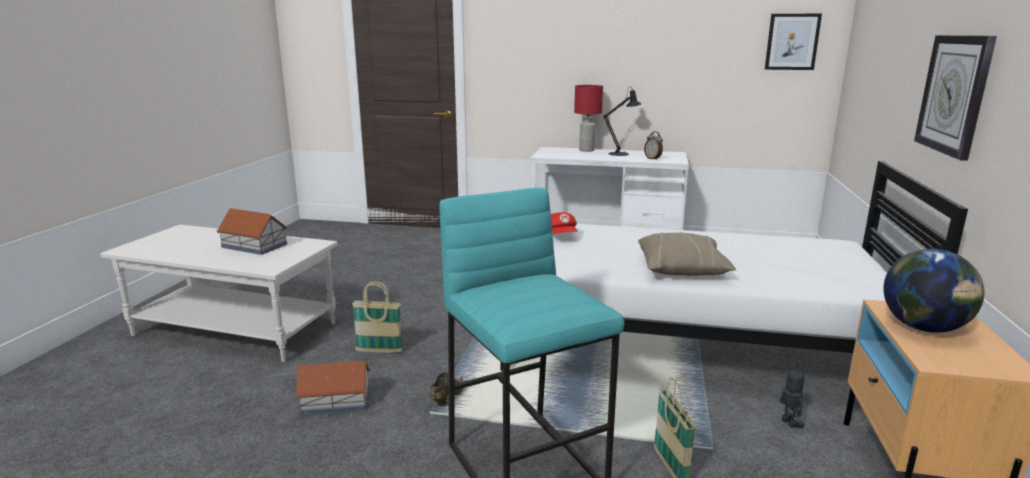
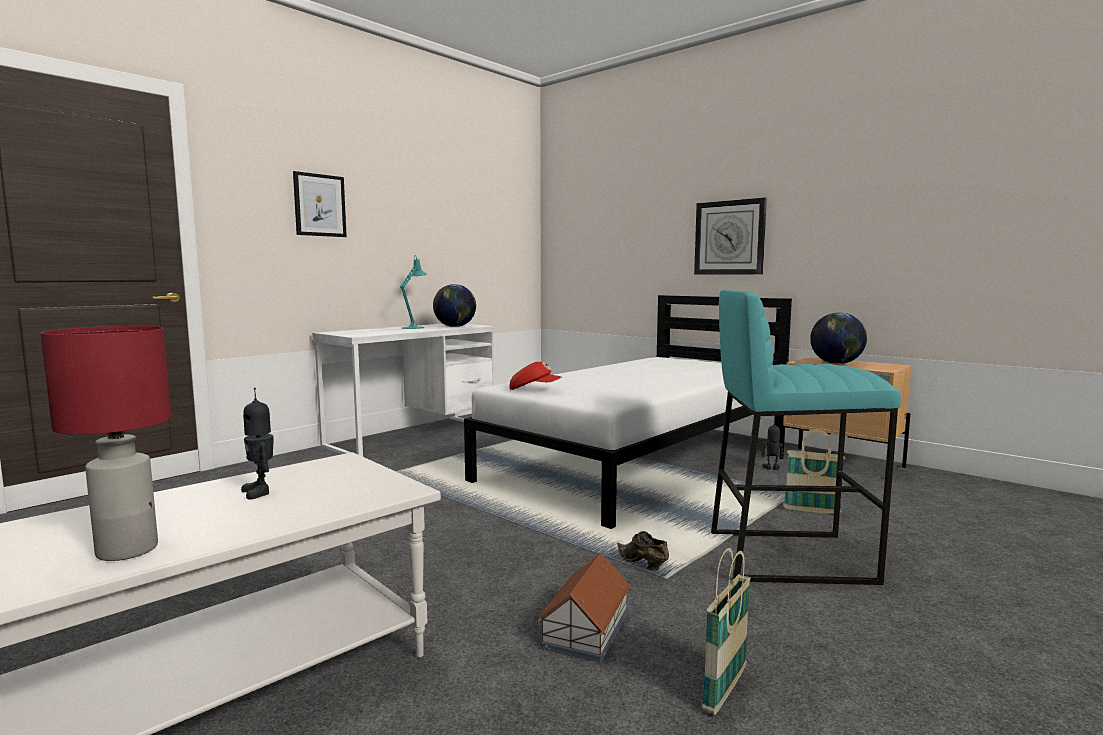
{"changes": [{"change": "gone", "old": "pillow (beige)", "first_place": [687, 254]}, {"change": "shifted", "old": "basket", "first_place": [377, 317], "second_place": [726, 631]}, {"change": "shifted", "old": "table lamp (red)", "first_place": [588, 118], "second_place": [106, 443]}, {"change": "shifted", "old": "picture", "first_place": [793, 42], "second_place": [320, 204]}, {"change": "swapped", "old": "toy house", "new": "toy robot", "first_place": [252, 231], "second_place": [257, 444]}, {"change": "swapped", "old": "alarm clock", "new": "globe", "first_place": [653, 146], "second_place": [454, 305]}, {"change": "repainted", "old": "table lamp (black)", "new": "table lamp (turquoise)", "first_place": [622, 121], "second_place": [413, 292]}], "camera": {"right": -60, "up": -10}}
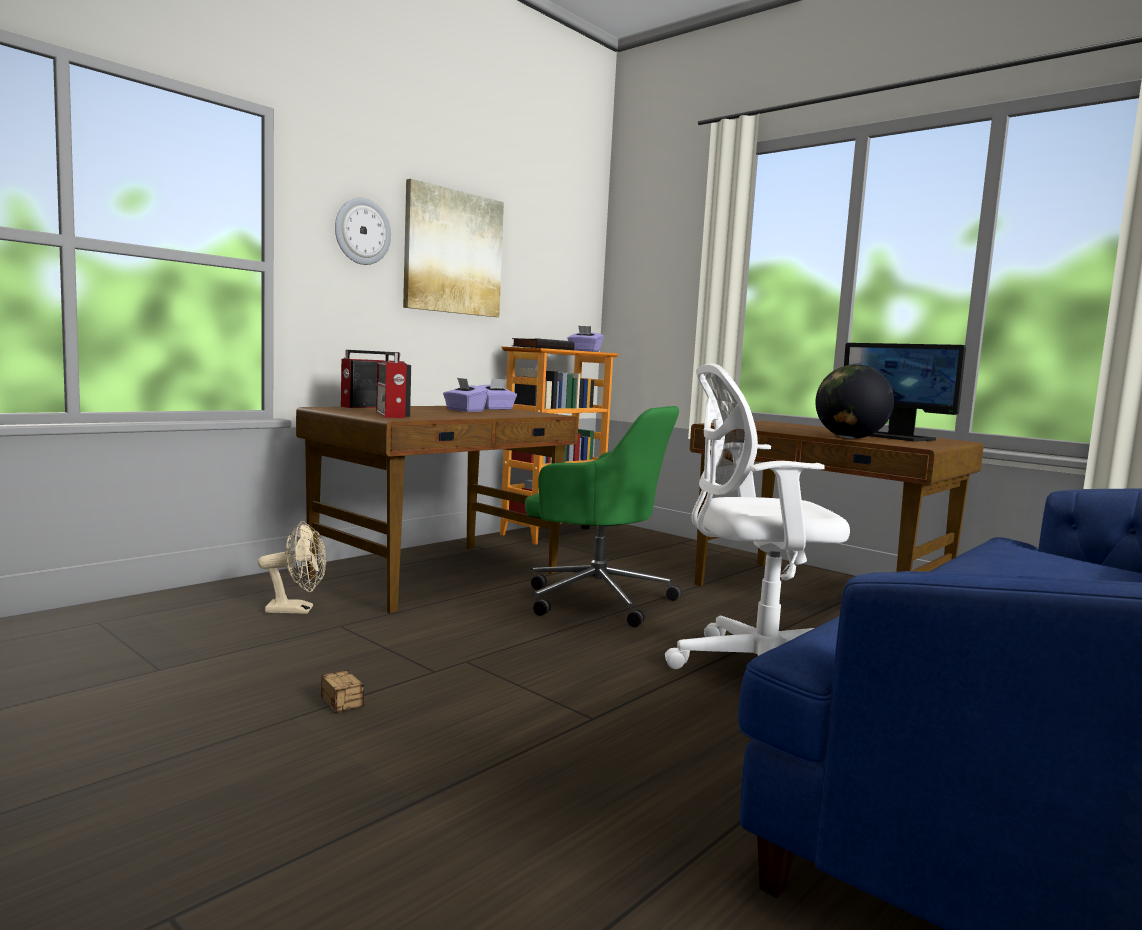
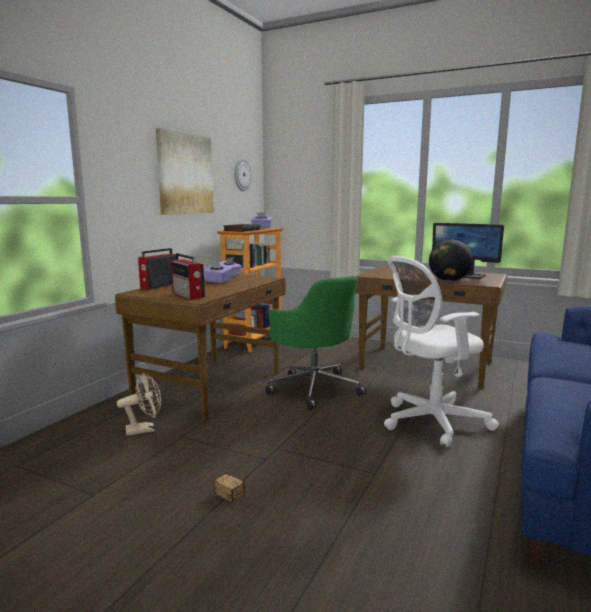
{"changes": [{"change": "shifted", "old": "wall clock", "first_place": [363, 231], "second_place": [243, 174]}, {"change": "rotated", "old": "office chair (green)", "first_place": [603, 516], "second_place": [316, 343], "degrees": 45}], "camera": {"right": -15, "up": 5}}
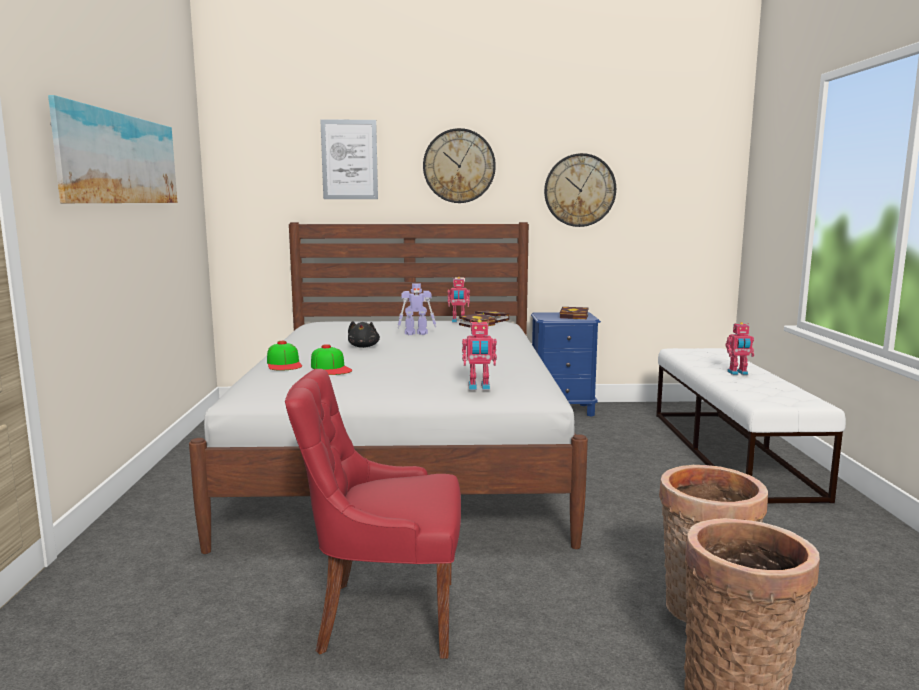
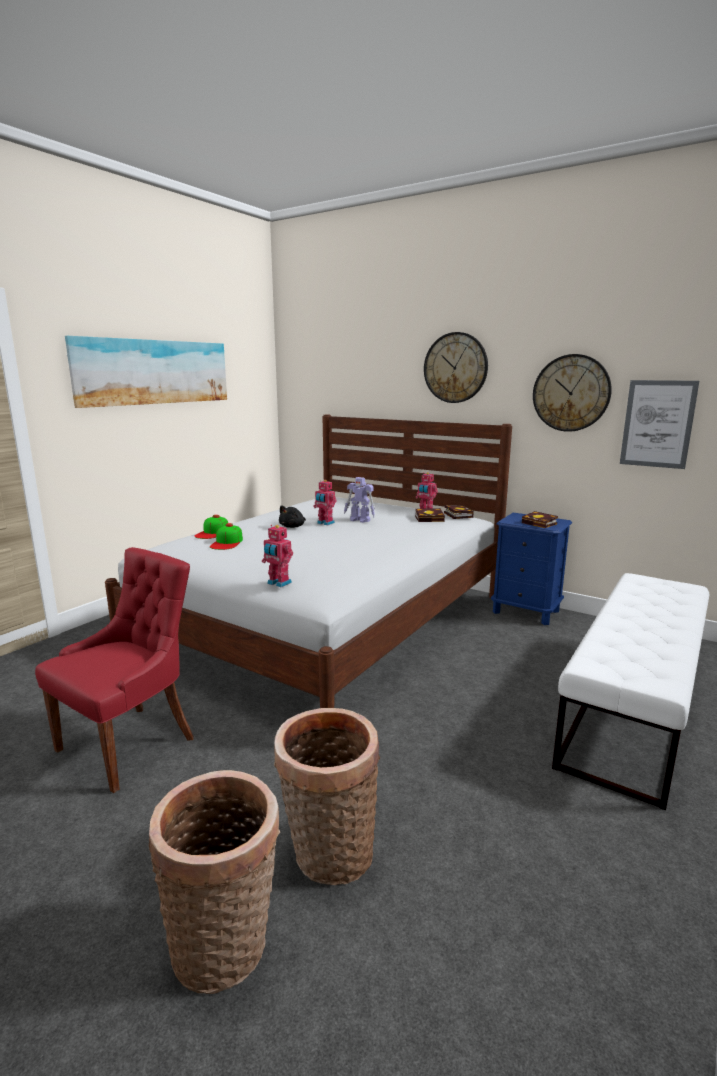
{"changes": [{"change": "shifted", "old": "picture", "first_place": [349, 159], "second_place": [659, 424]}, {"change": "shifted", "old": "toy robot", "first_place": [740, 348], "second_place": [325, 502]}, {"change": "rotated", "old": "chair (red)", "first_place": [373, 514], "second_place": [114, 670], "degrees": 90}], "camera": {"right": 35, "up": 5}}
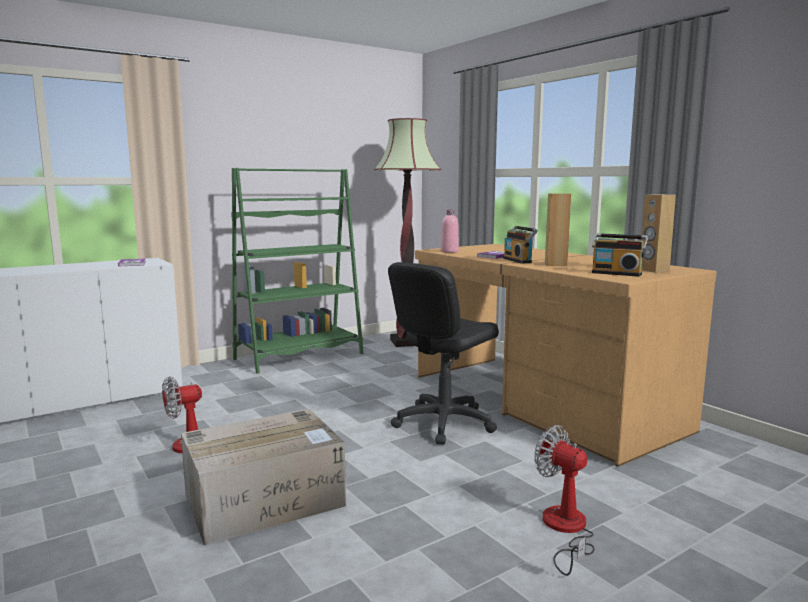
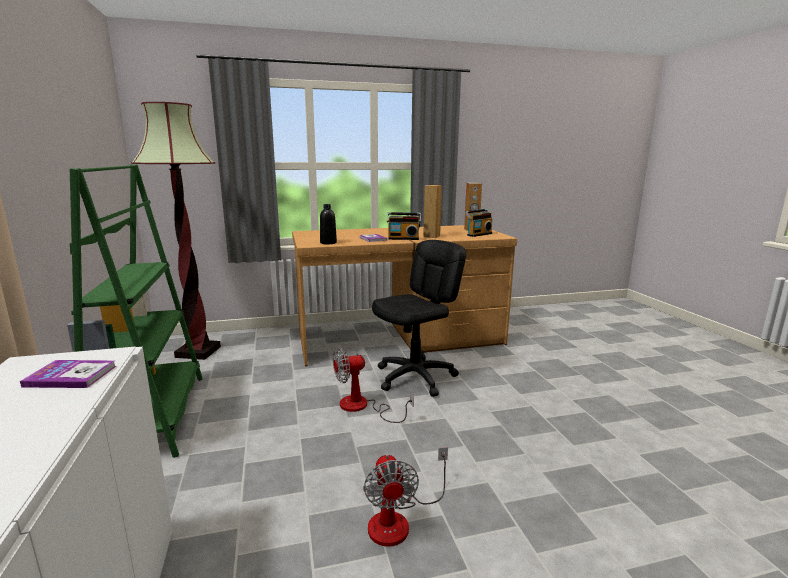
{"changes": [{"change": "gone", "old": "cardboard box", "first_place": [263, 477]}, {"change": "shifted", "old": "fan", "first_place": [564, 500], "second_place": [373, 385]}, {"change": "repainted", "old": "bottle (pink)", "new": "bottle (black)", "first_place": [450, 231], "second_place": [328, 224]}, {"change": "rotated", "old": "office chair (black)", "first_place": [443, 353], "second_place": [419, 318], "degrees": -105}], "camera": {"right": -70, "up": 5}}
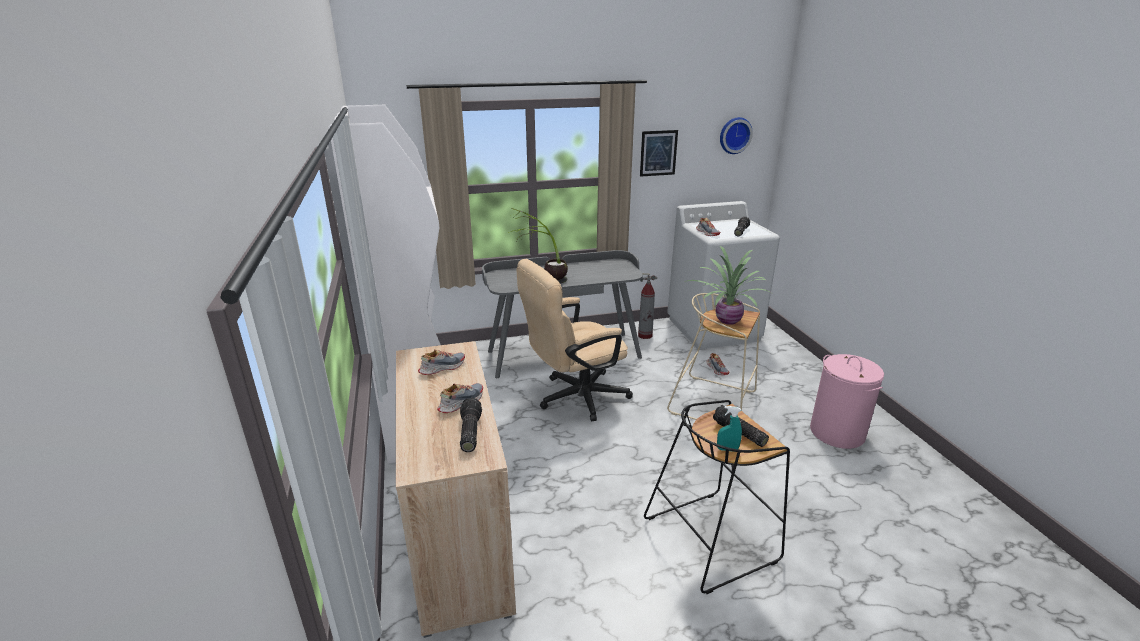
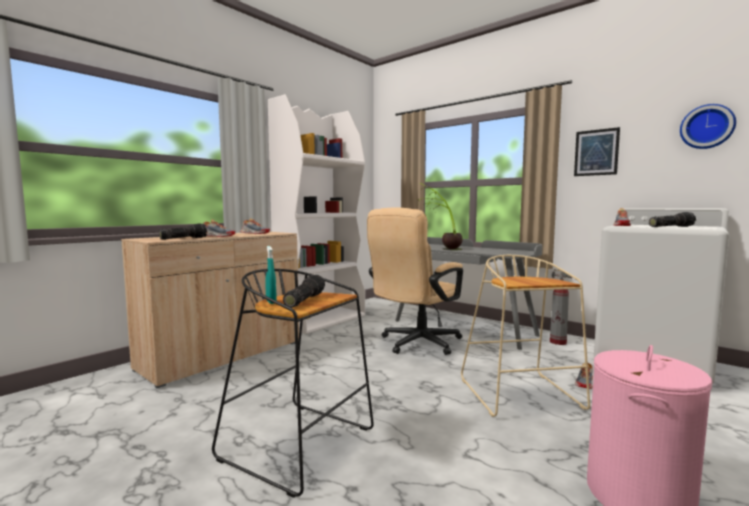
{"changes": [{"change": "gone", "old": "potted plant", "first_place": [727, 285]}, {"change": "rotated", "old": "office chair (beige)", "first_place": [574, 340], "second_place": [415, 281], "degrees": -75}], "camera": {"right": 55, "up": -20}}
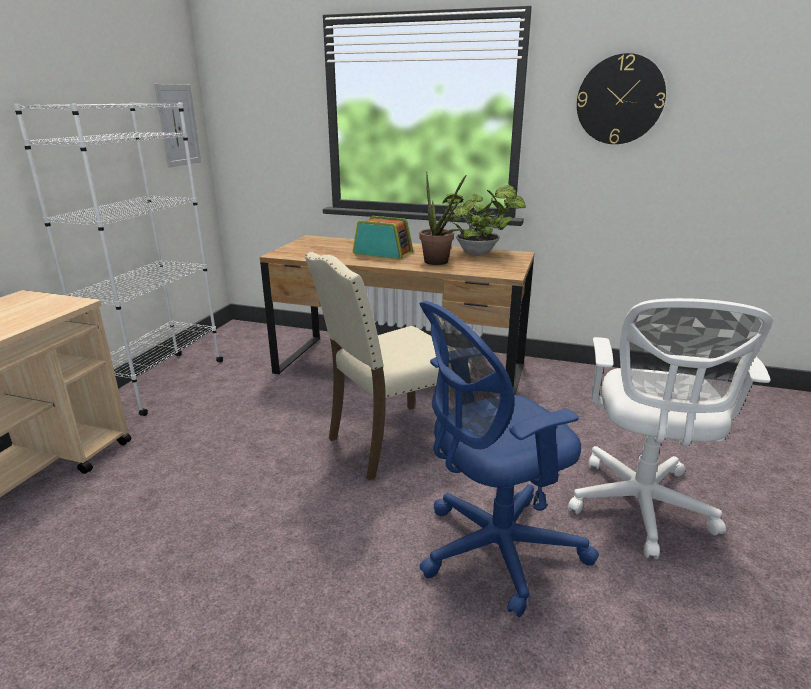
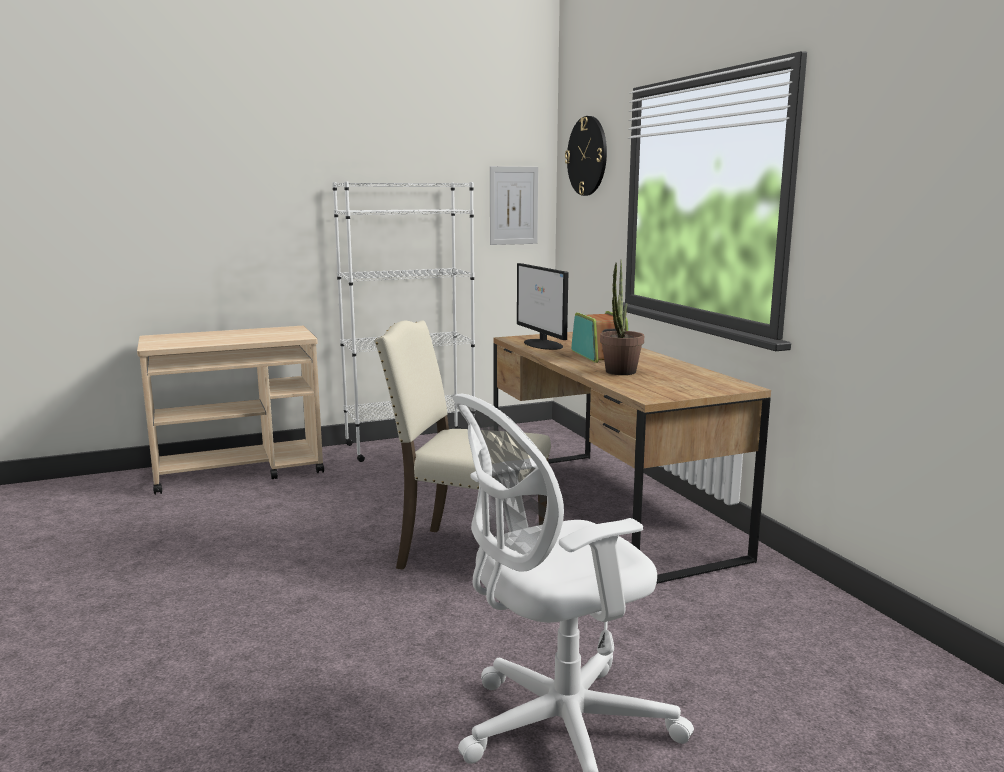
{"changes": [{"change": "gone", "old": "office chair (blue)", "first_place": [509, 459]}, {"change": "gone", "old": "potted plant", "first_place": [484, 220]}, {"change": "new", "new": "monitor", "second_place": [542, 306]}, {"change": "shifted", "old": "wall clock", "first_place": [621, 98], "second_place": [586, 156]}], "camera": {"right": 50, "up": -10}}
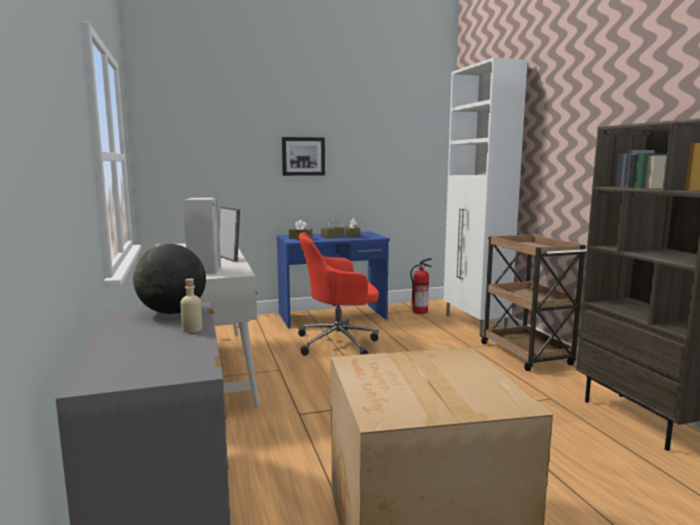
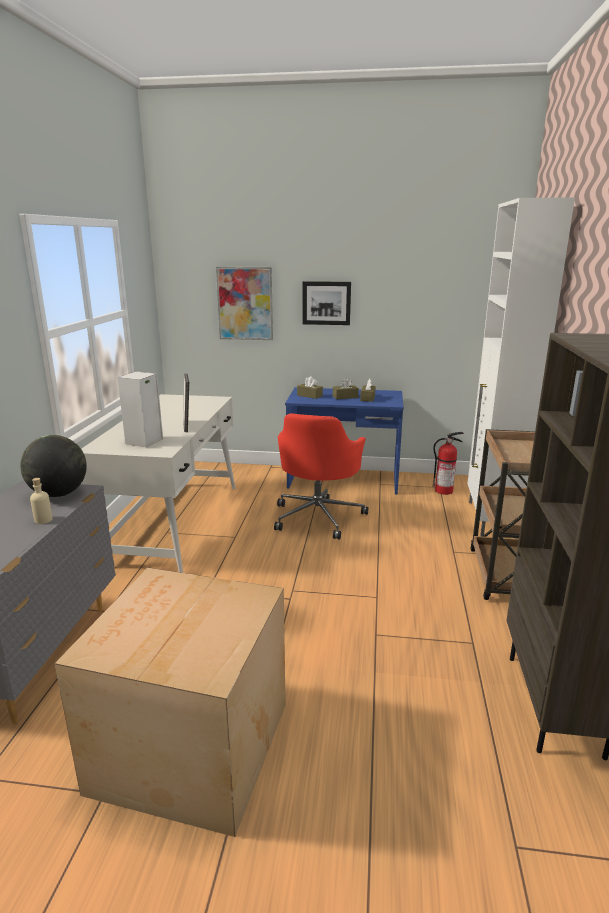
{"changes": [{"change": "new", "new": "picture", "second_place": [244, 303]}, {"change": "rotated", "old": "office chair (red)", "first_place": [338, 294], "second_place": [321, 476], "degrees": -90}], "camera": {"right": 25, "up": 10}}
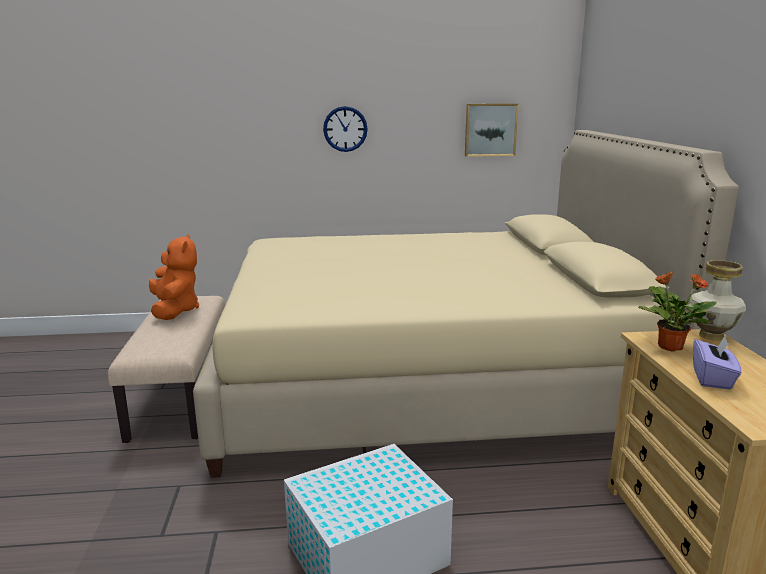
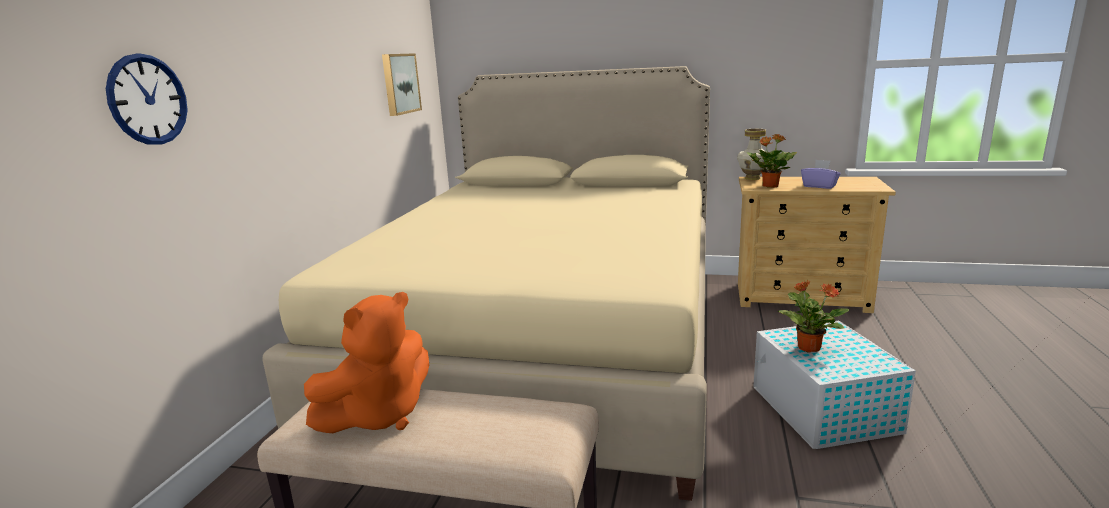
{"changes": [{"change": "new", "new": "potted plant", "second_place": [814, 316]}, {"change": "shifted", "old": "wall clock", "first_place": [345, 129], "second_place": [147, 99]}, {"change": "rotated", "old": "plush toy (orange)", "first_place": [174, 277], "second_place": [366, 362], "degrees": 135}], "camera": {"right": -70, "up": 0}}
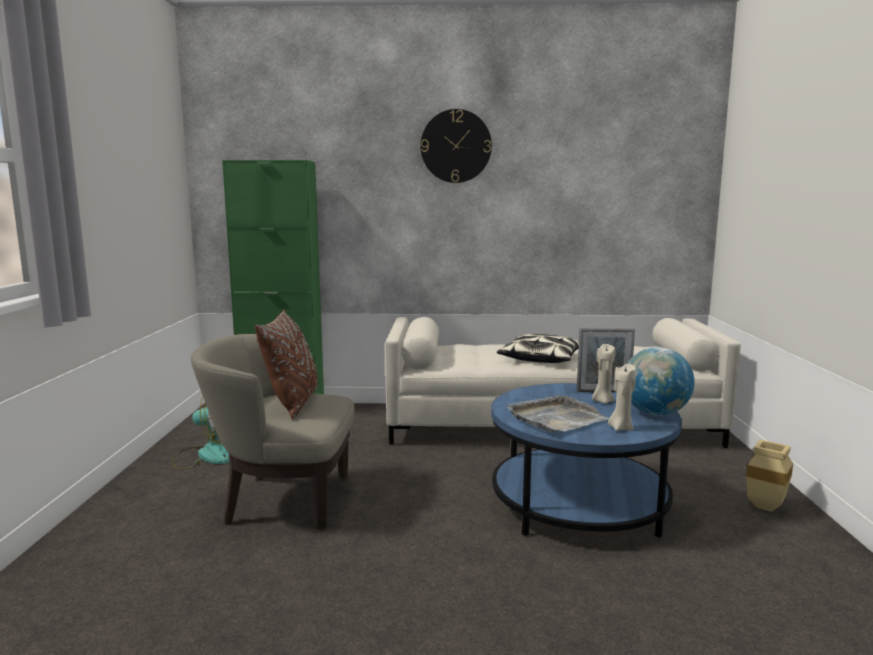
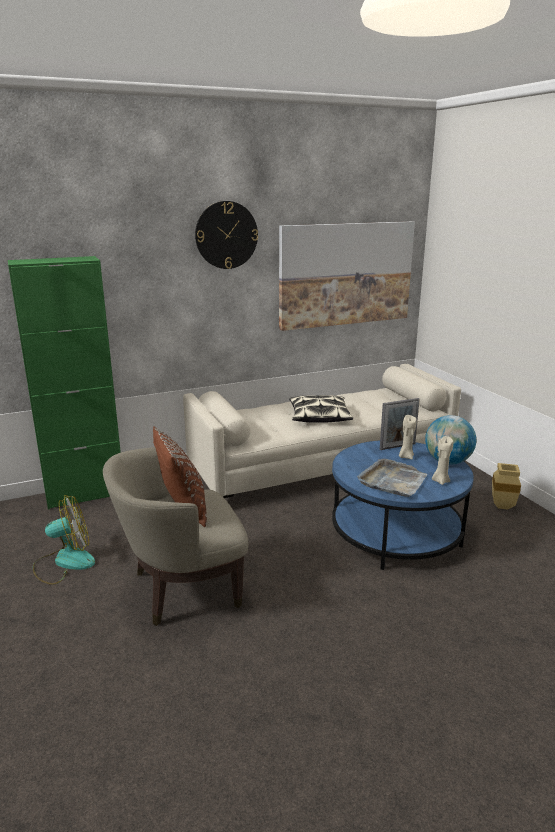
{"changes": [{"change": "new", "new": "picture", "second_place": [347, 276]}], "camera": {"right": -25, "up": 10}}
